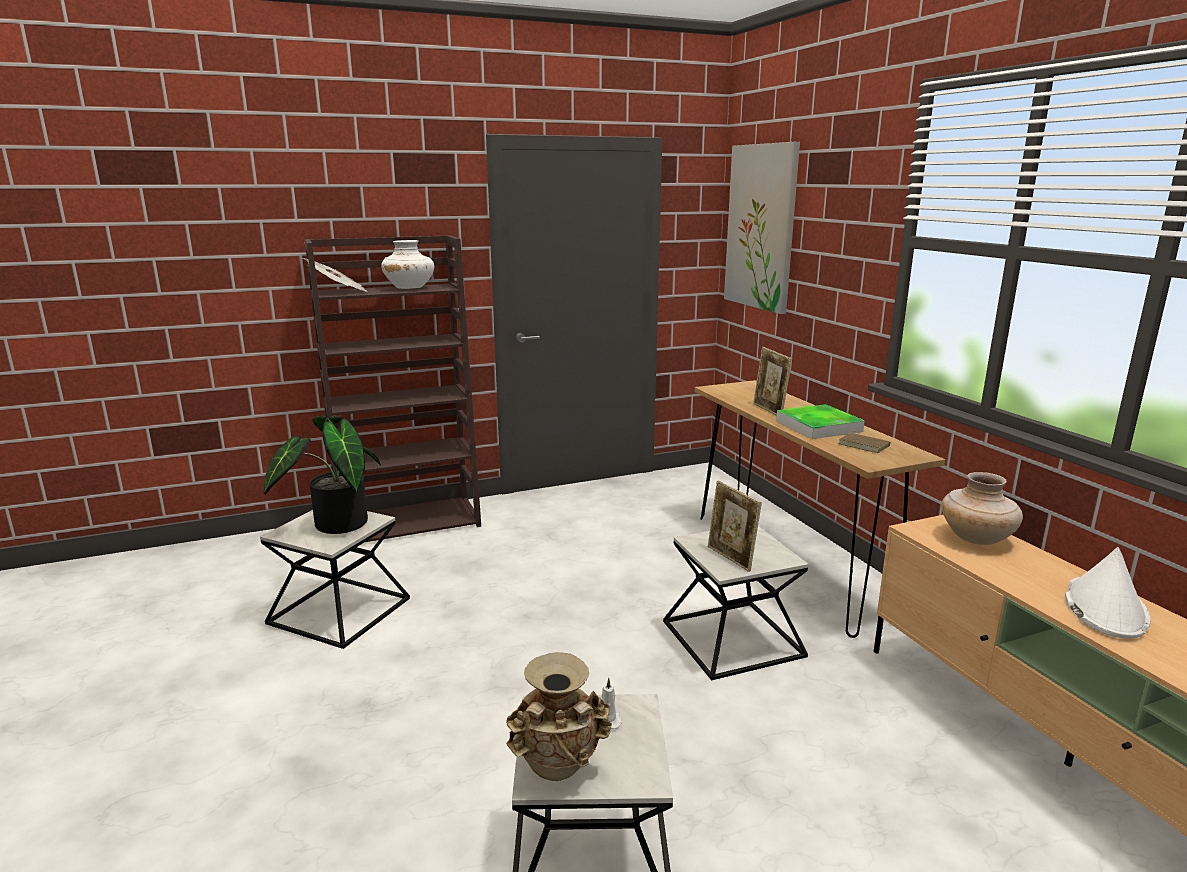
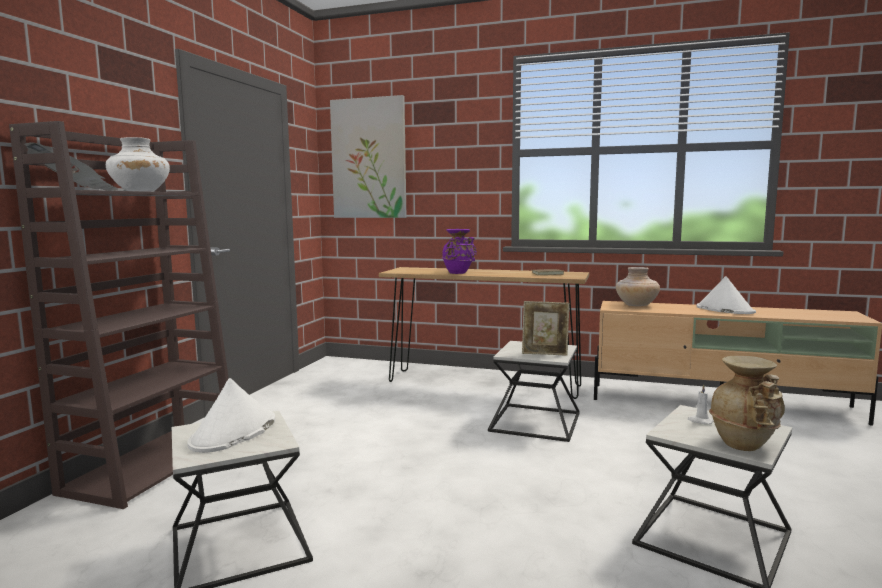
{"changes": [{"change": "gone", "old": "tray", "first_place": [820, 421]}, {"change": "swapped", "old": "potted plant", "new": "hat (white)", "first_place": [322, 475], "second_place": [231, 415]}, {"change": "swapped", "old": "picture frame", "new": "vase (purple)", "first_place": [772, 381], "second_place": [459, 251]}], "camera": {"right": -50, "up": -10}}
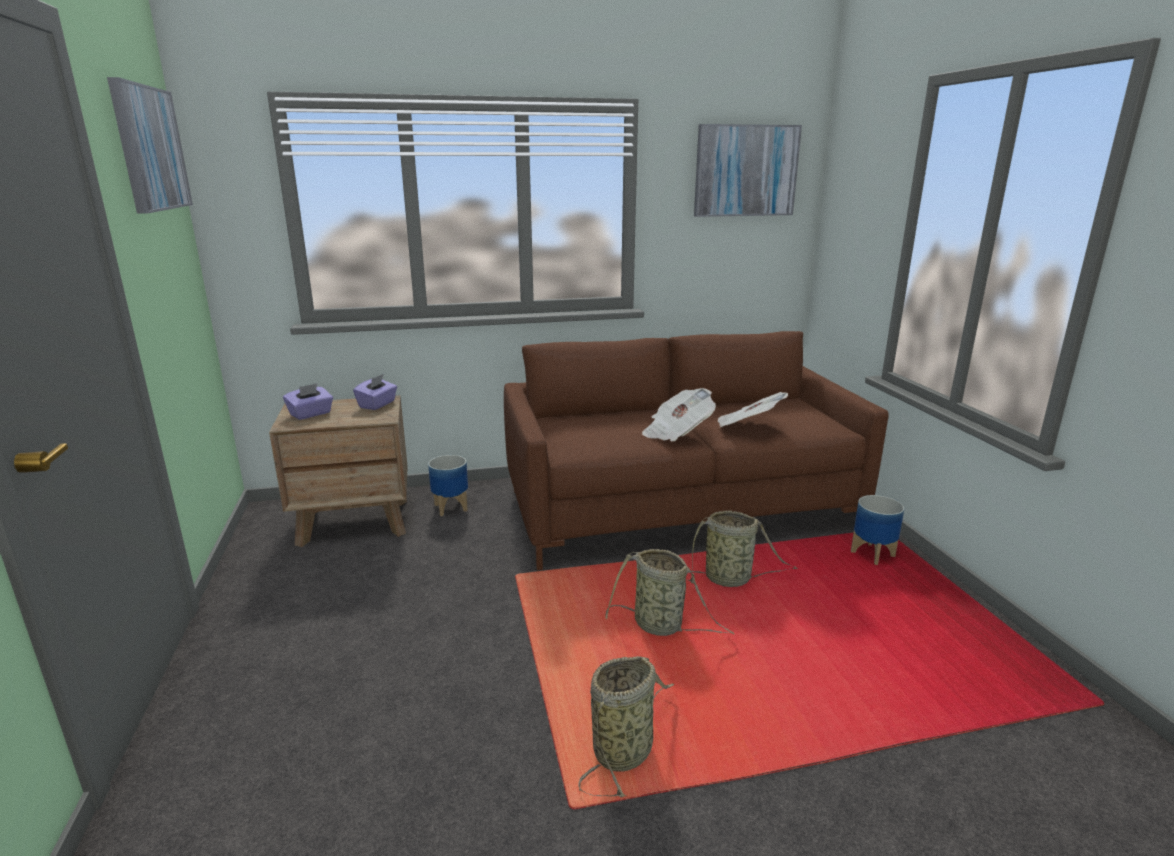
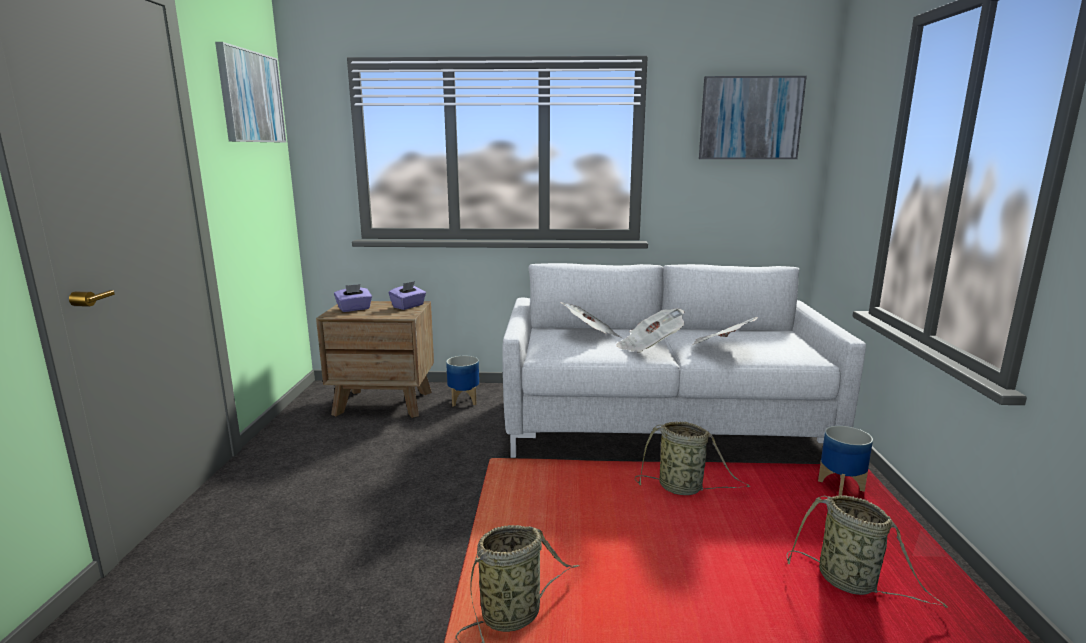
{"changes": [{"change": "new", "new": "newspaper", "second_place": [590, 319]}, {"change": "shifted", "old": "basket", "first_place": [669, 592], "second_place": [867, 551]}, {"change": "repainted", "old": "sofa (brown)", "new": "sofa (white)", "first_place": [696, 450], "second_place": [684, 360]}], "camera": {"right": 15, "up": -5}}
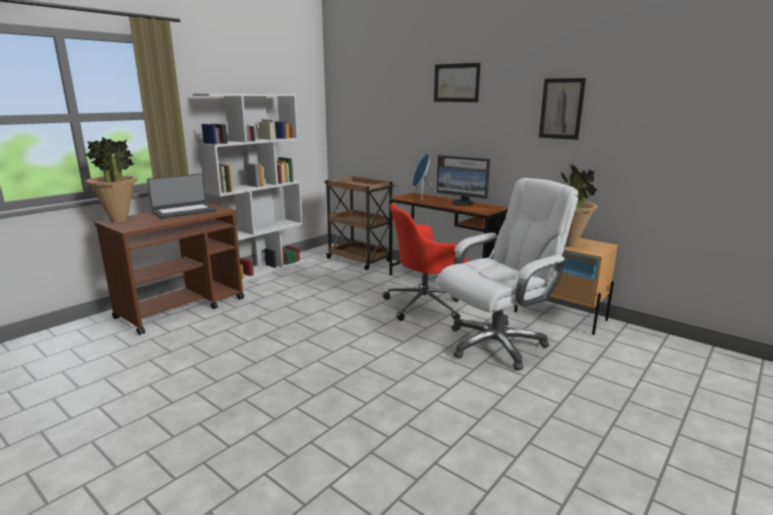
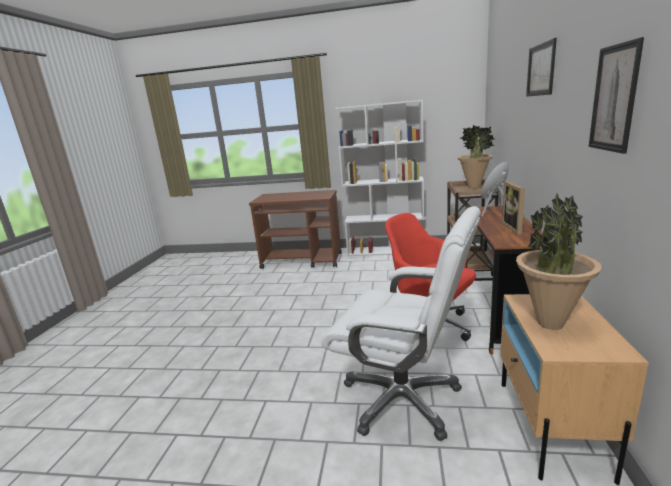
{"changes": [{"change": "gone", "old": "laptop", "first_place": [182, 196]}, {"change": "shifted", "old": "potted plant", "first_place": [111, 180], "second_place": [476, 157]}, {"change": "swapped", "old": "monitor", "new": "picture frame", "first_place": [463, 180], "second_place": [513, 208]}], "camera": {"right": 60, "up": 0}}
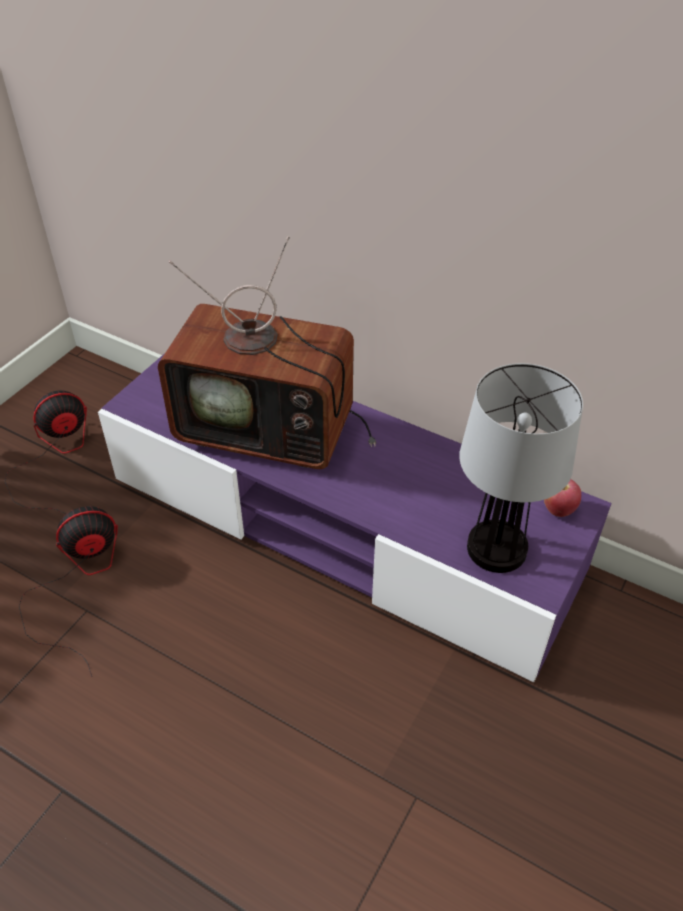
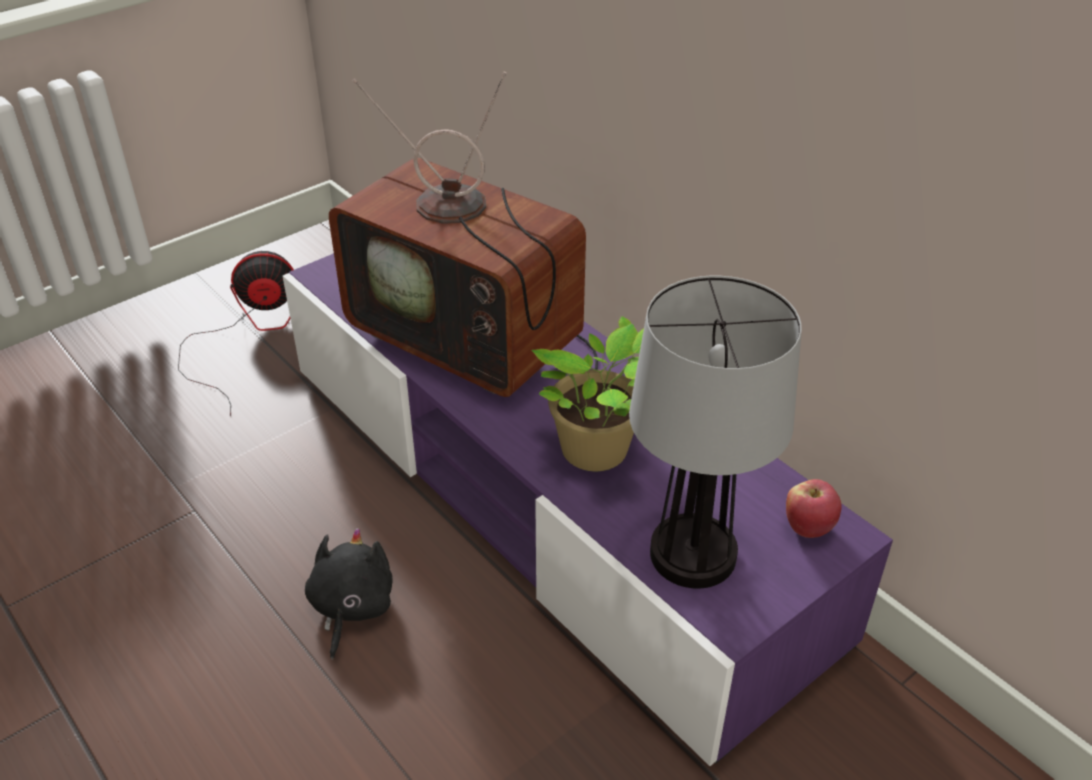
{"changes": [{"change": "gone", "old": "fan", "first_place": [68, 591]}, {"change": "new", "new": "plush toy (black)", "second_place": [349, 594]}, {"change": "new", "new": "potted plant", "second_place": [588, 393]}], "camera": {"right": 20, "up": -5}}
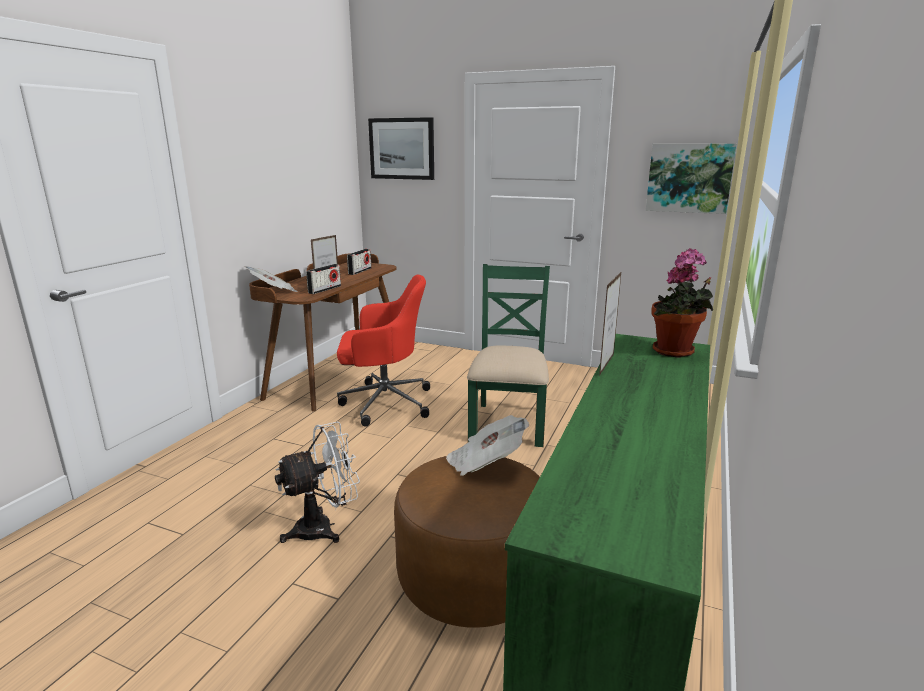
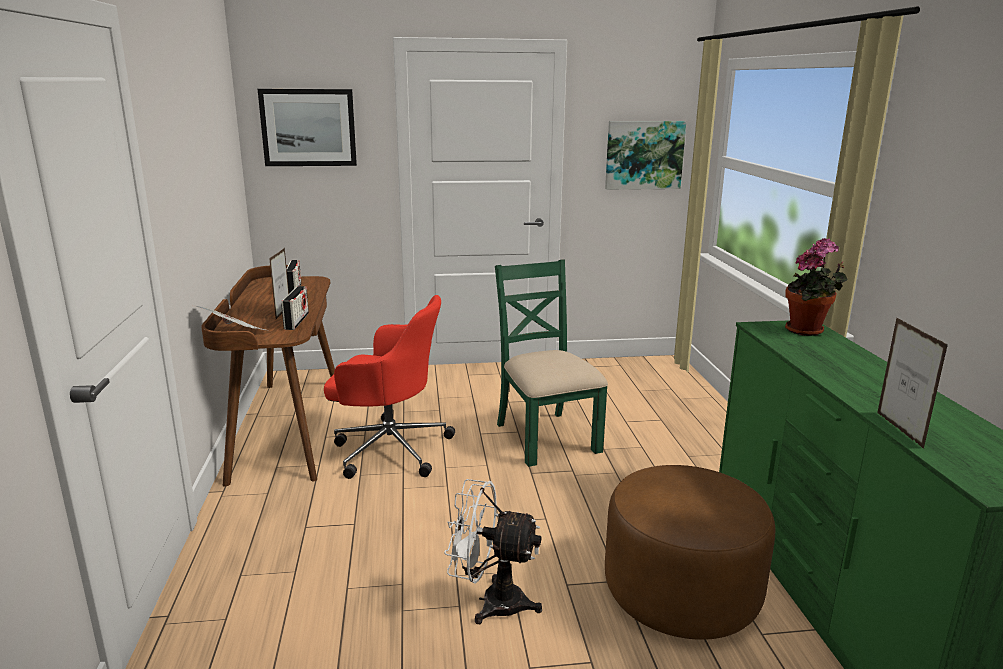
{"changes": [{"change": "gone", "old": "newspaper", "first_place": [487, 445]}, {"change": "shifted", "old": "picture frame", "first_place": [610, 324], "second_place": [912, 383]}, {"change": "rotated", "old": "fan (white)", "first_place": [317, 482], "second_place": [493, 551], "degrees": -105}, {"change": "rotated", "old": "office chair (red)", "first_place": [383, 350], "second_place": [389, 387], "degrees": 45}], "camera": {"right": -30, "up": 0}}
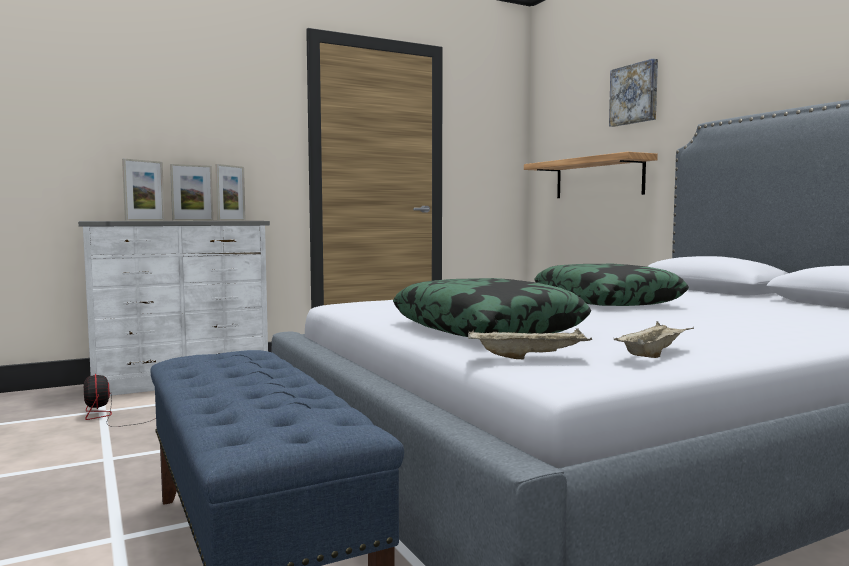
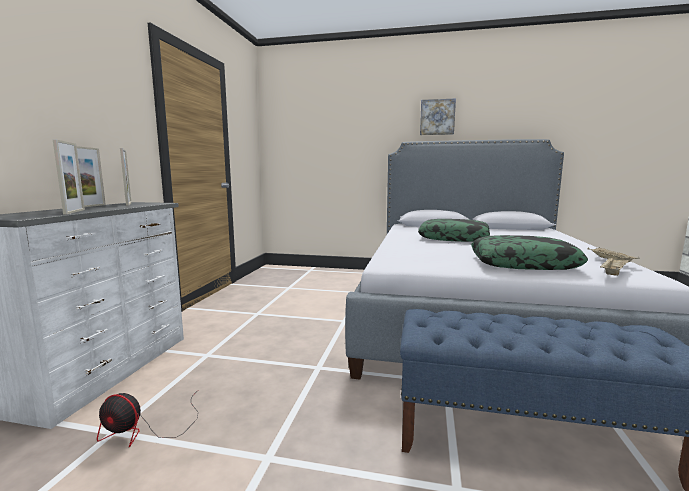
{"changes": [{"change": "gone", "old": "shelf", "first_place": [591, 175]}, {"change": "shifted", "old": "picture", "first_place": [633, 93], "second_place": [438, 116]}], "camera": {"right": -50, "up": 5}}
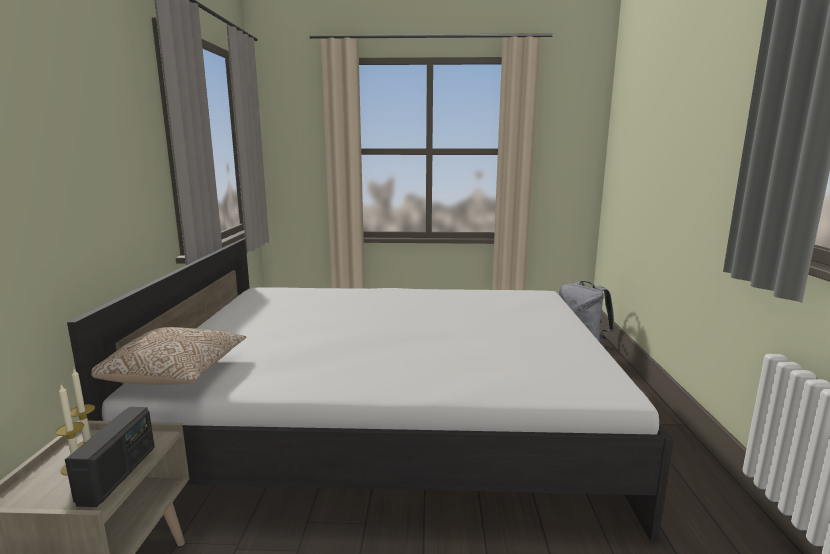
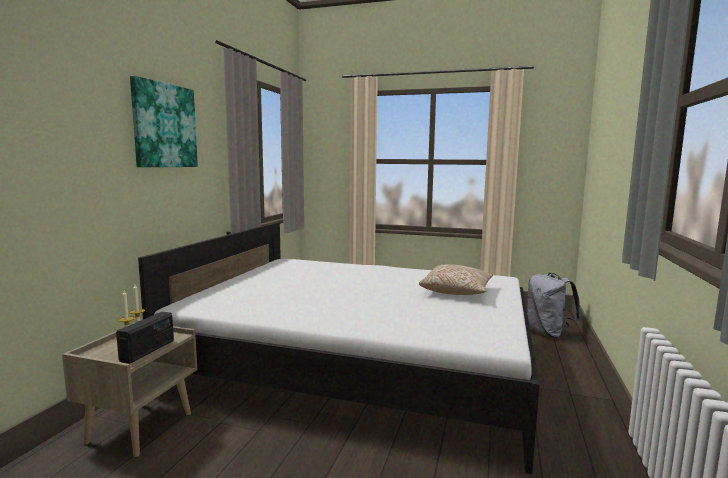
{"changes": [{"change": "new", "new": "picture", "second_place": [164, 121]}, {"change": "shifted", "old": "pillow", "first_place": [168, 356], "second_place": [456, 279]}], "camera": {"right": 15, "up": -5}}
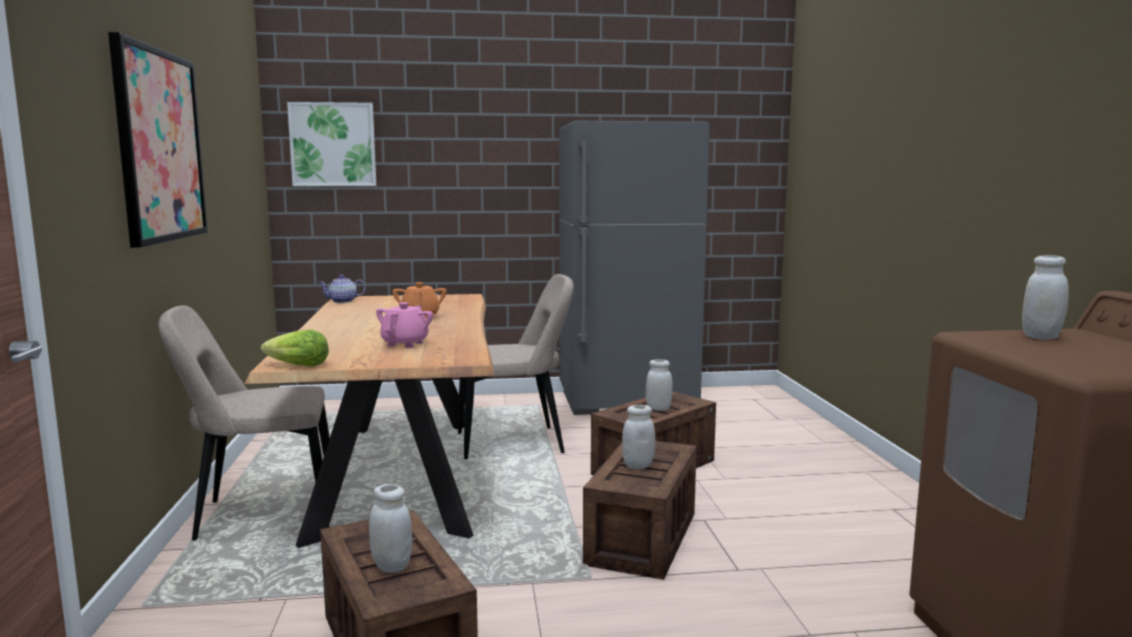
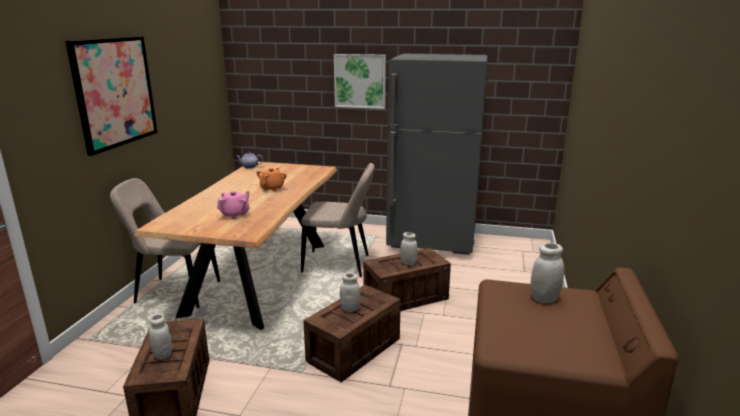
{"changes": [{"change": "gone", "old": "lettuce", "first_place": [295, 348]}, {"change": "shifted", "old": "picture", "first_place": [331, 144], "second_place": [360, 81]}], "camera": {"right": 20, "up": 10}}
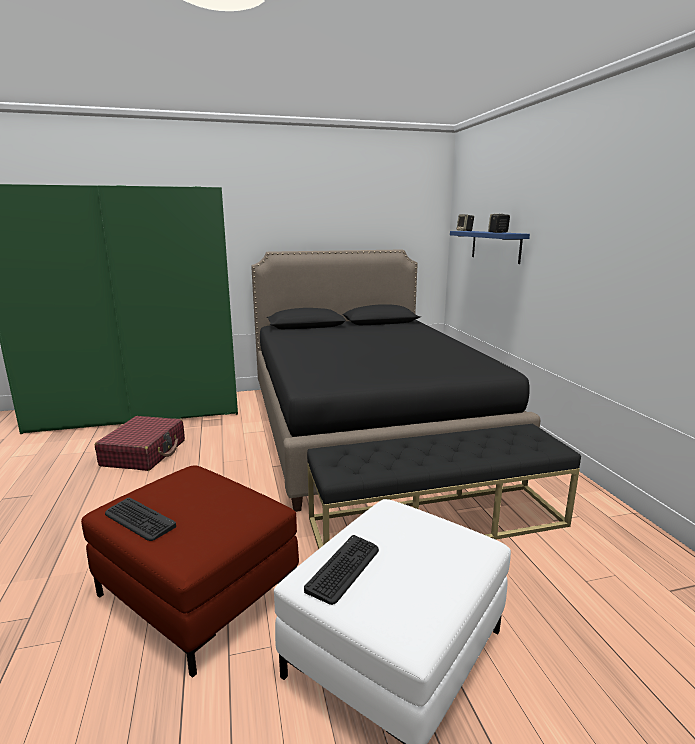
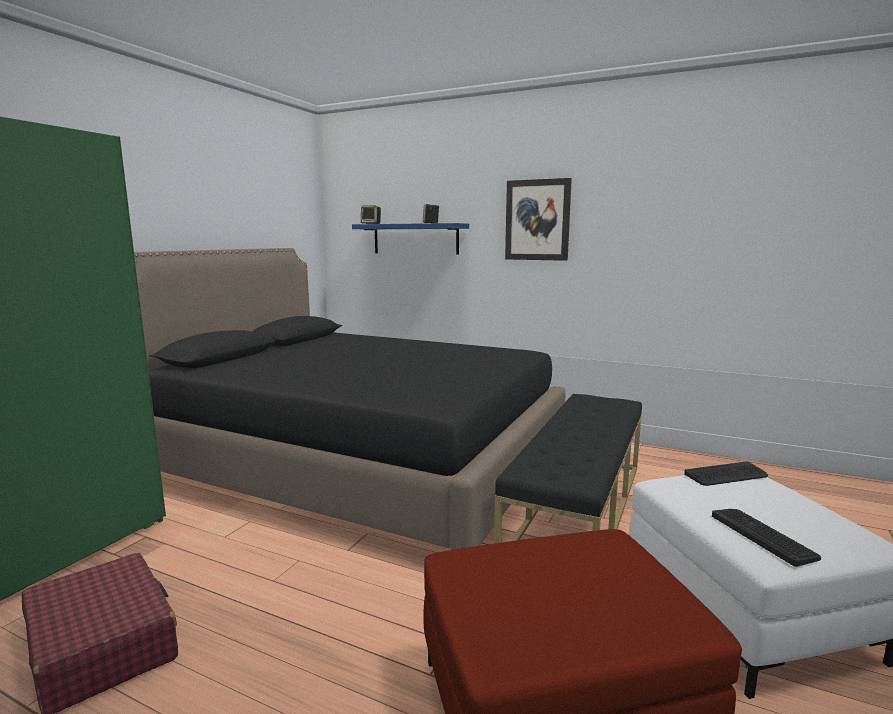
{"changes": [{"change": "new", "new": "picture", "second_place": [538, 219]}, {"change": "shifted", "old": "keyboard", "first_place": [140, 519], "second_place": [726, 473]}], "camera": {"right": -50, "up": -5}}
